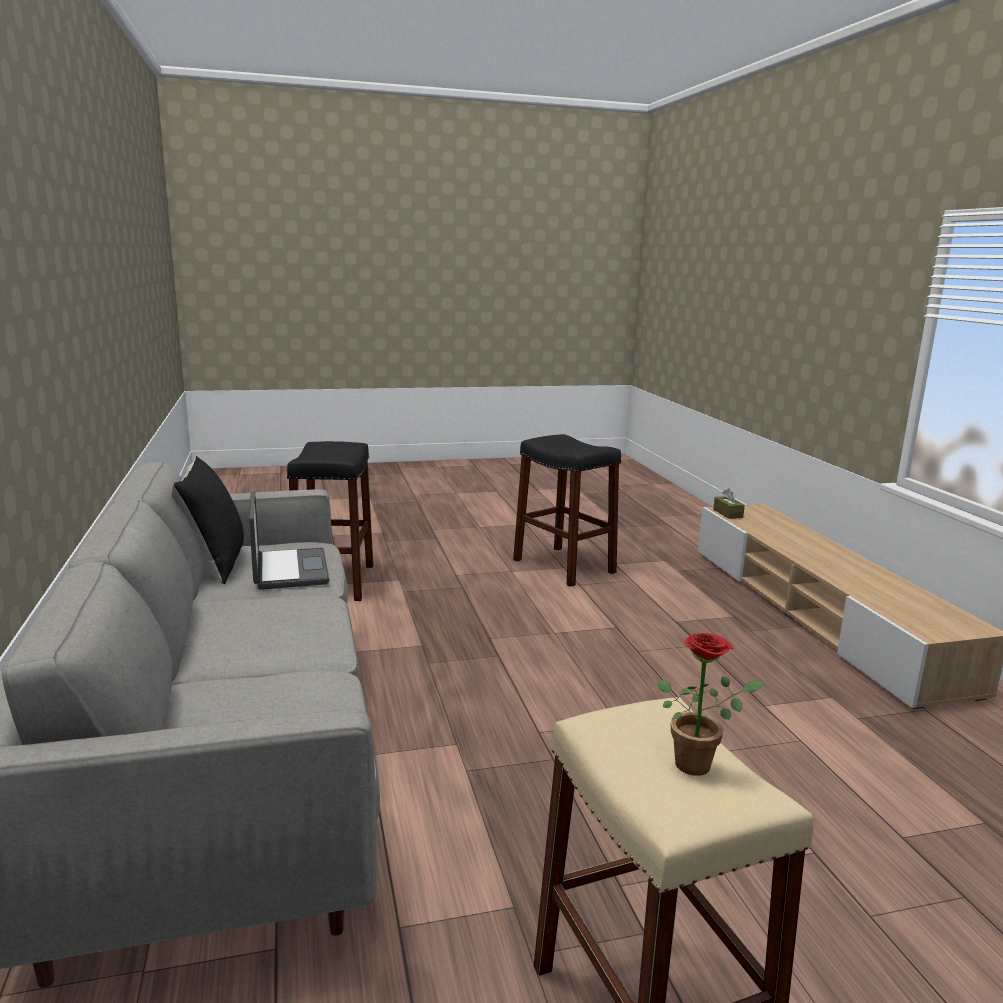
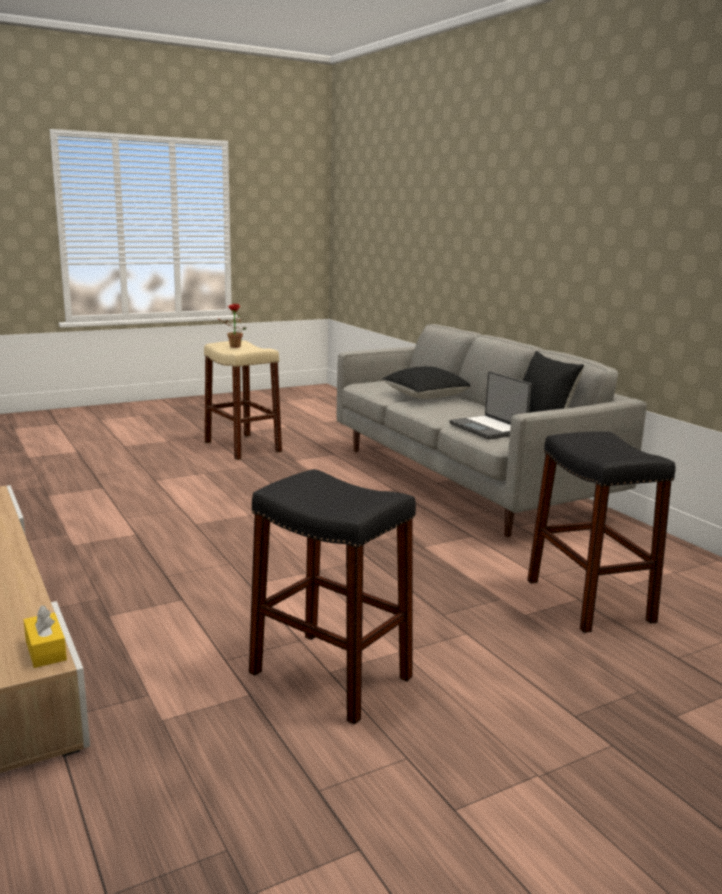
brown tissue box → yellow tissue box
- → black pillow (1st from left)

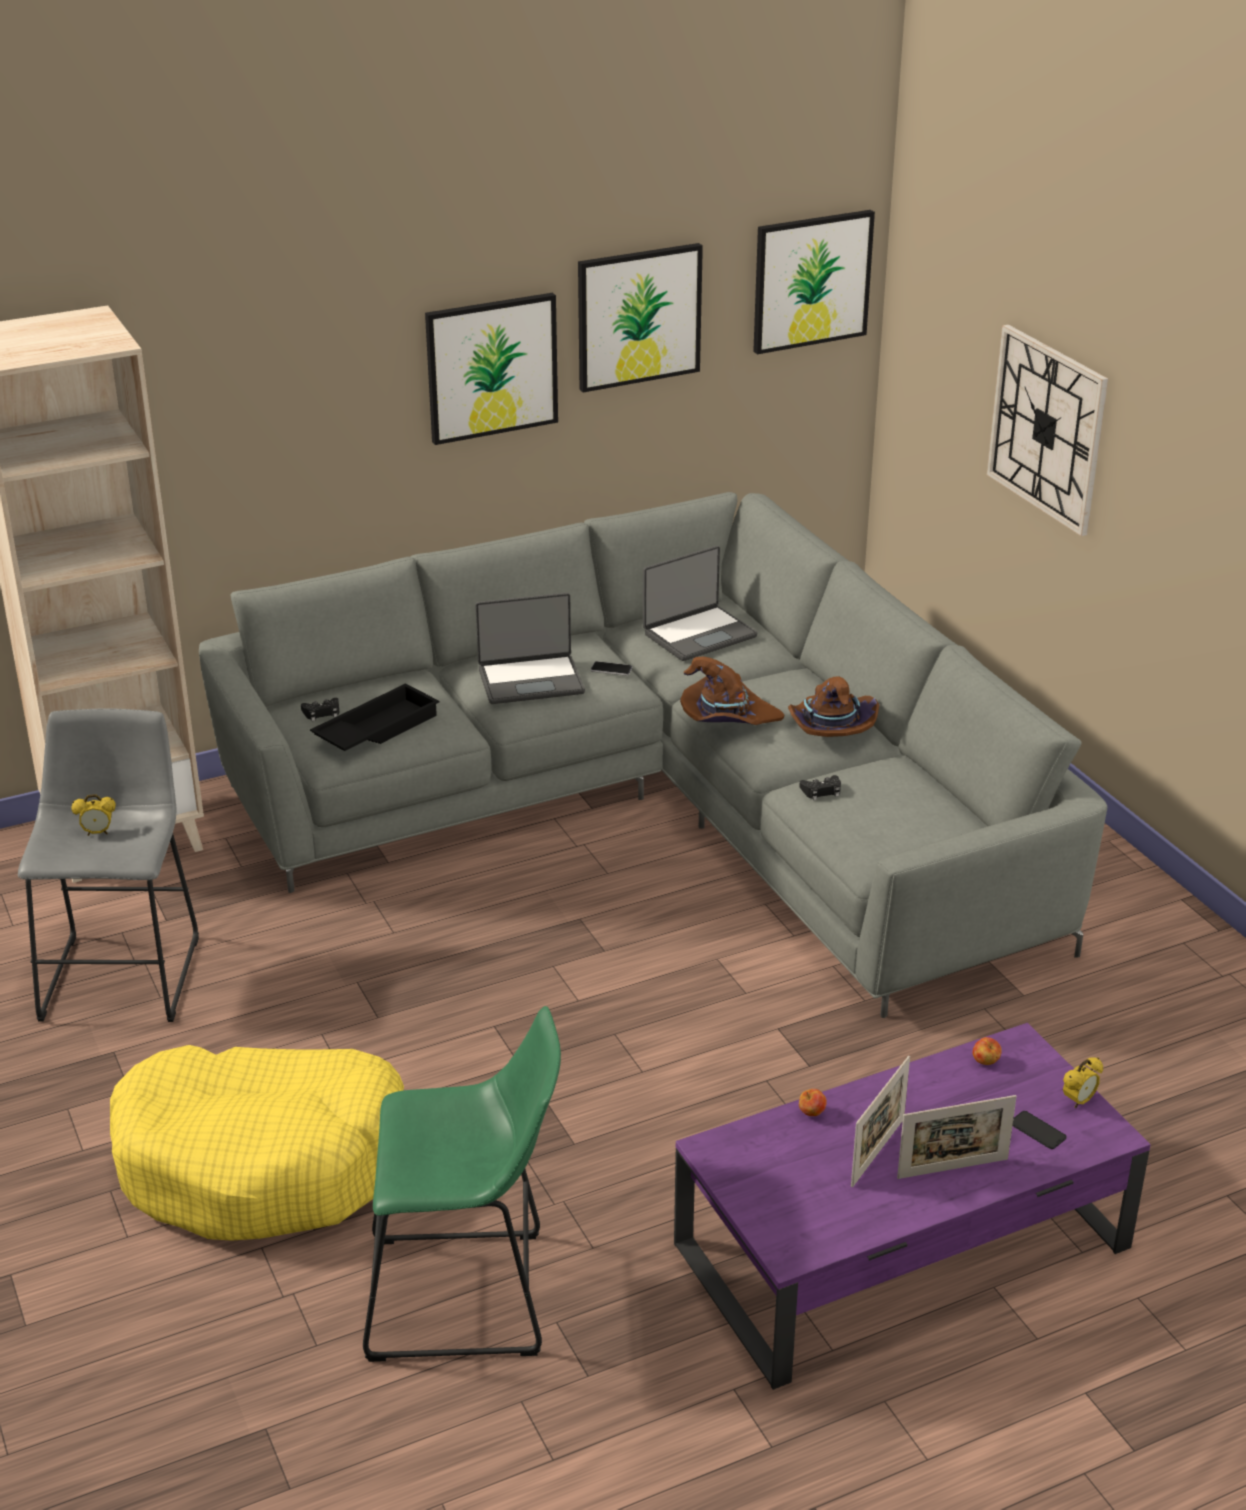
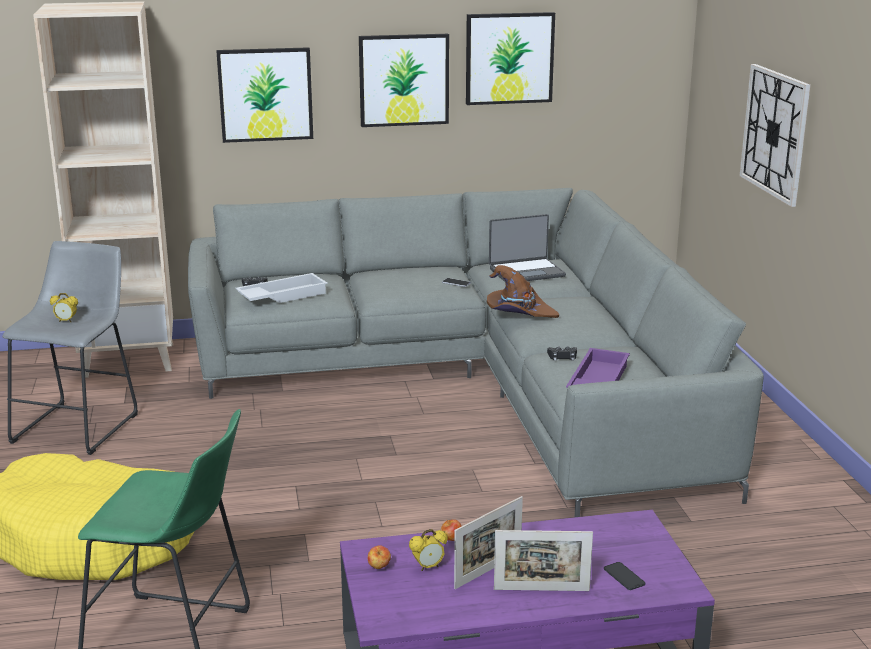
black tray → white tray
laptop (1st from left) → -
picture (3rd from left in the first image) → picture (1st from left), move
brown hat (2nd from left) → -
apple (2nd from left in the first image) → apple (1st from left), move
alarm clock (2nd from left), move
- → purple tray

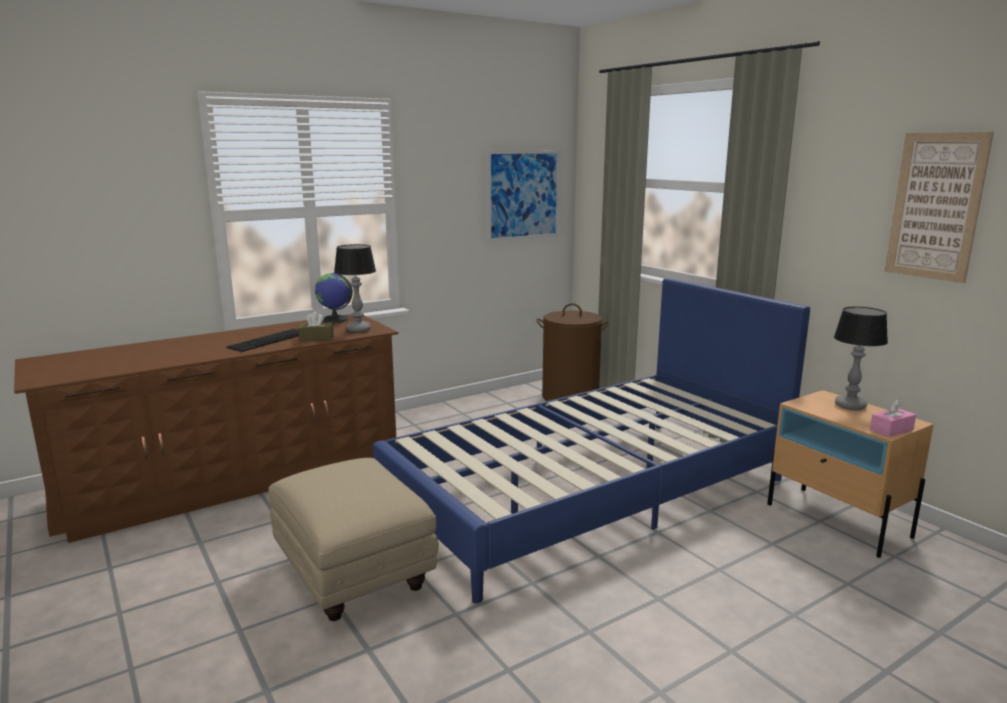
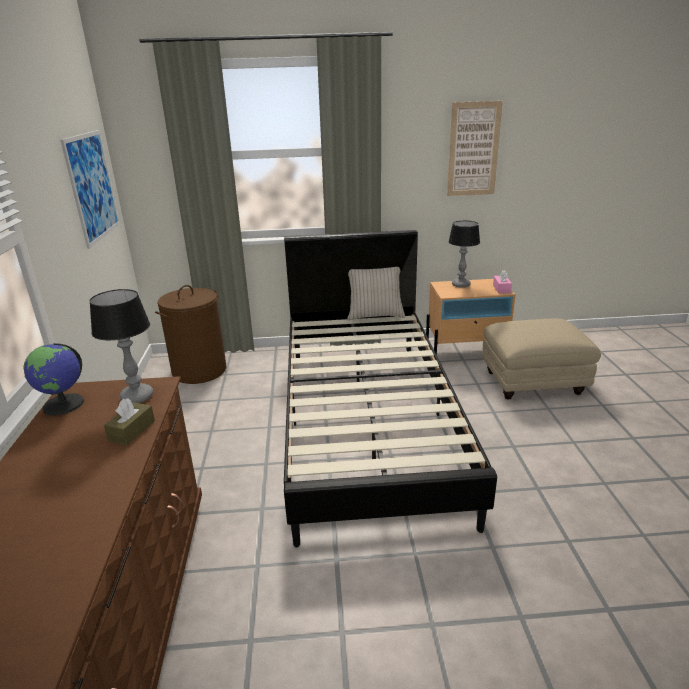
keyboard → -
beige ottoman, move
blue bed → black bed
- → beige pillow

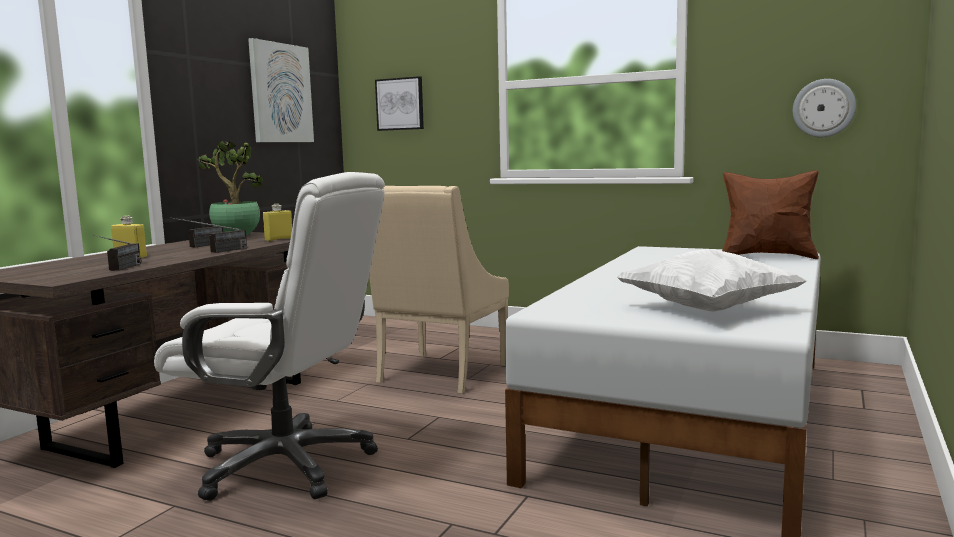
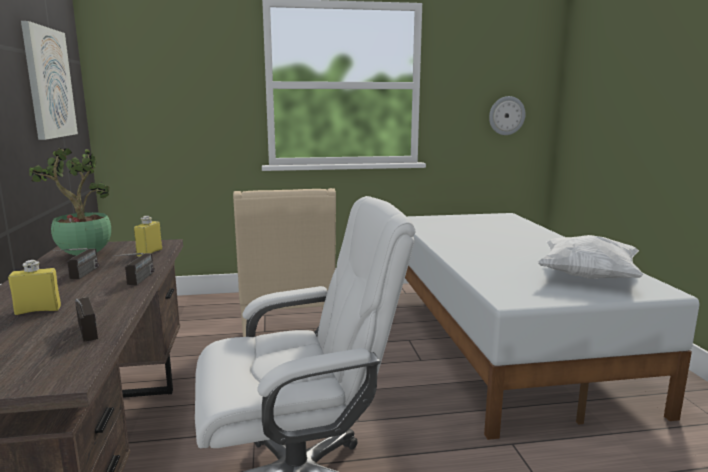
picture (2nd from left) → -
brown pillow → -

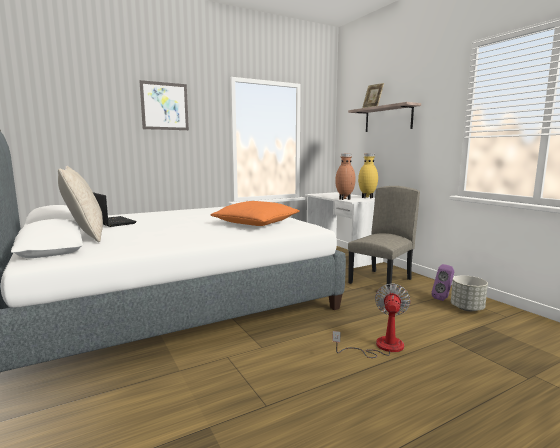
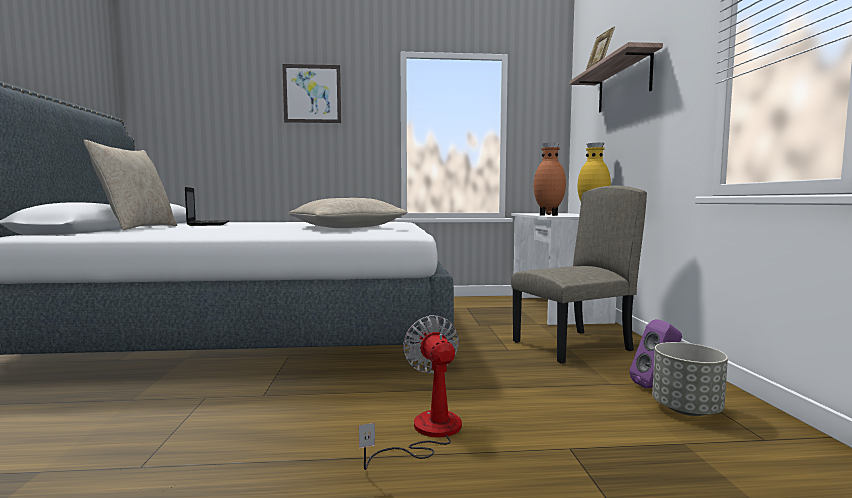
orange pillow → beige pillow (2nd from left)
fan, 60 degrees counterclockwise

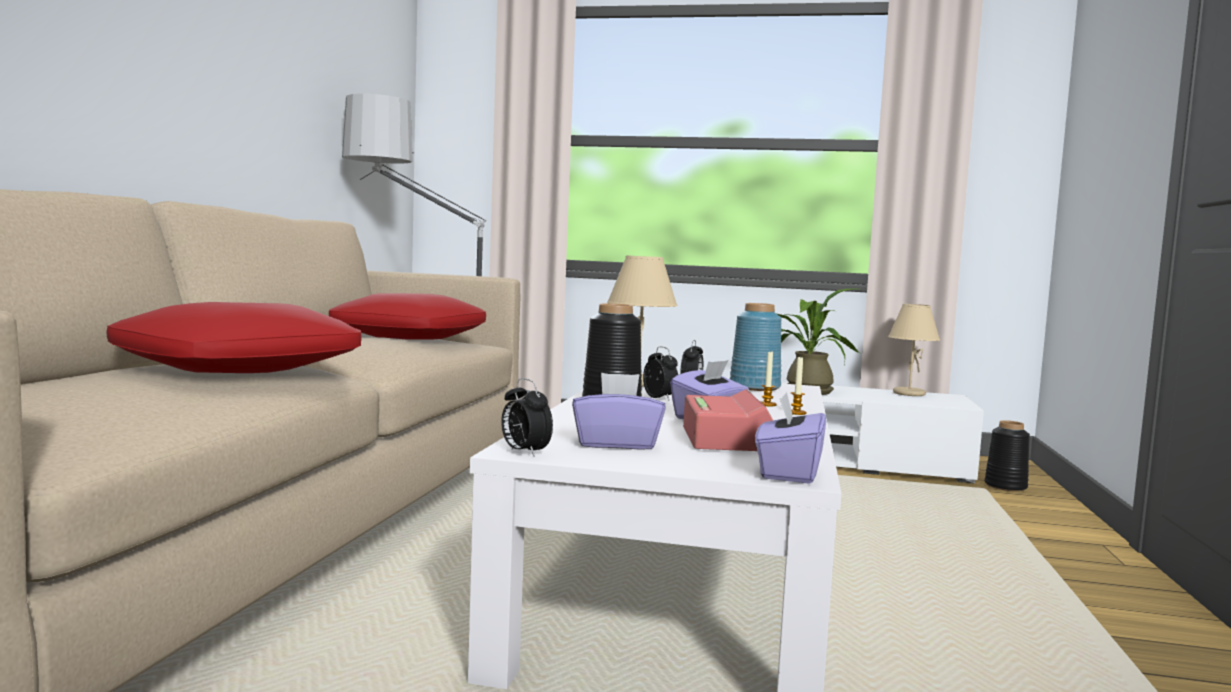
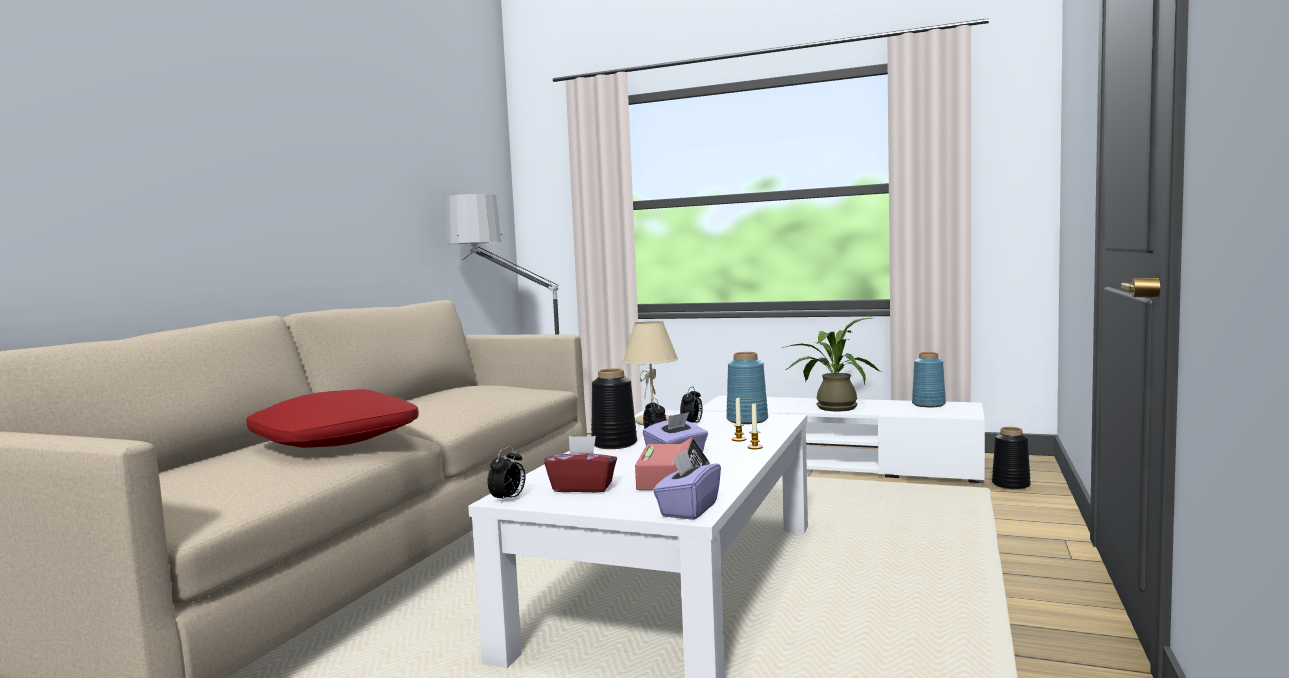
red pillow (2nd from left) → -
alarm clock (1st from left), 120 degrees counterclockwise
purple tissue box (1st from left) → red tissue box
beige table lamp (2nd from left) → blue vase (2nd from left)

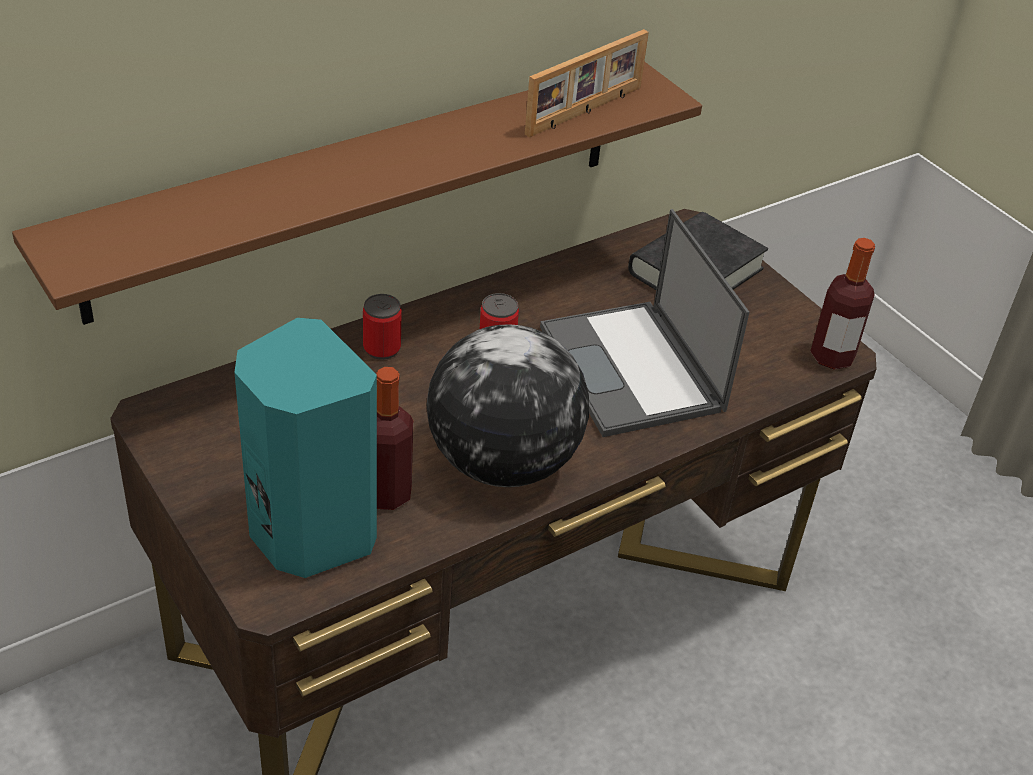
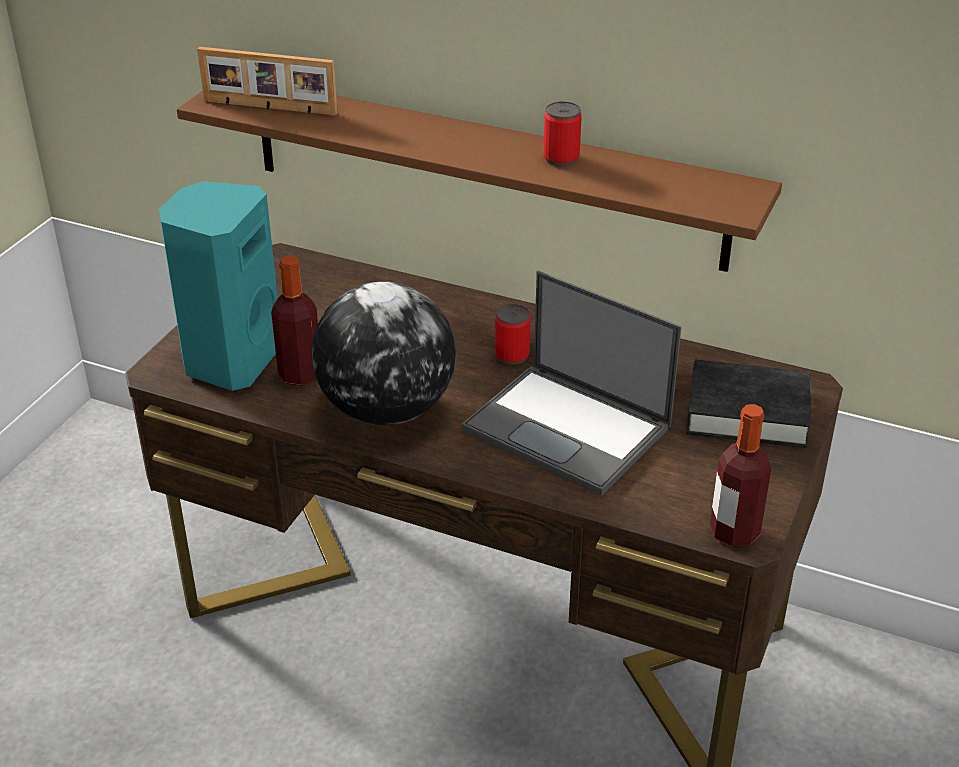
can (1st from left in the first image) → can (2nd from left), move
picture frame, move
laptop, 90 degrees counterclockwise

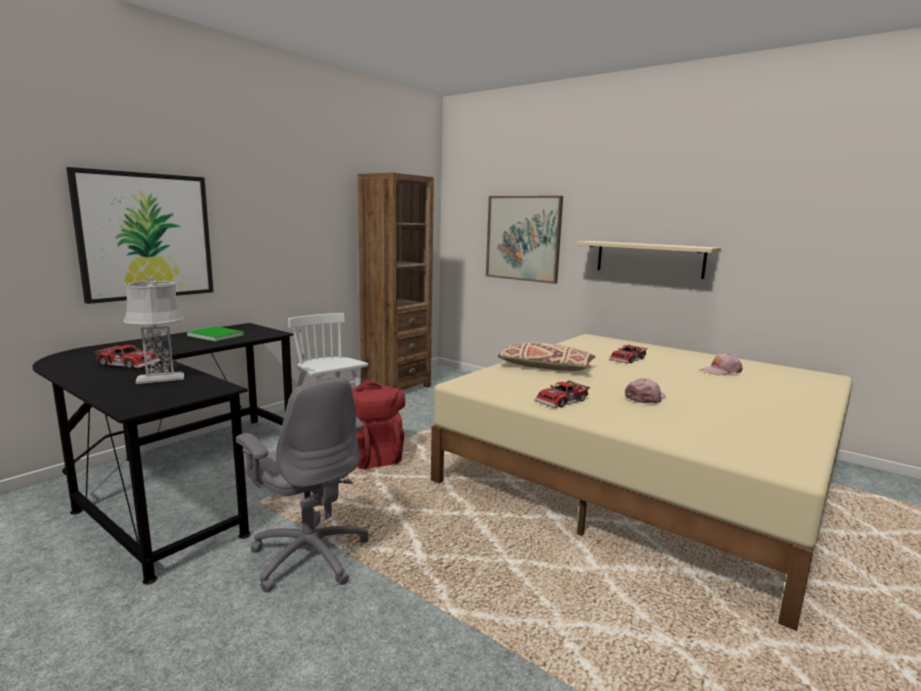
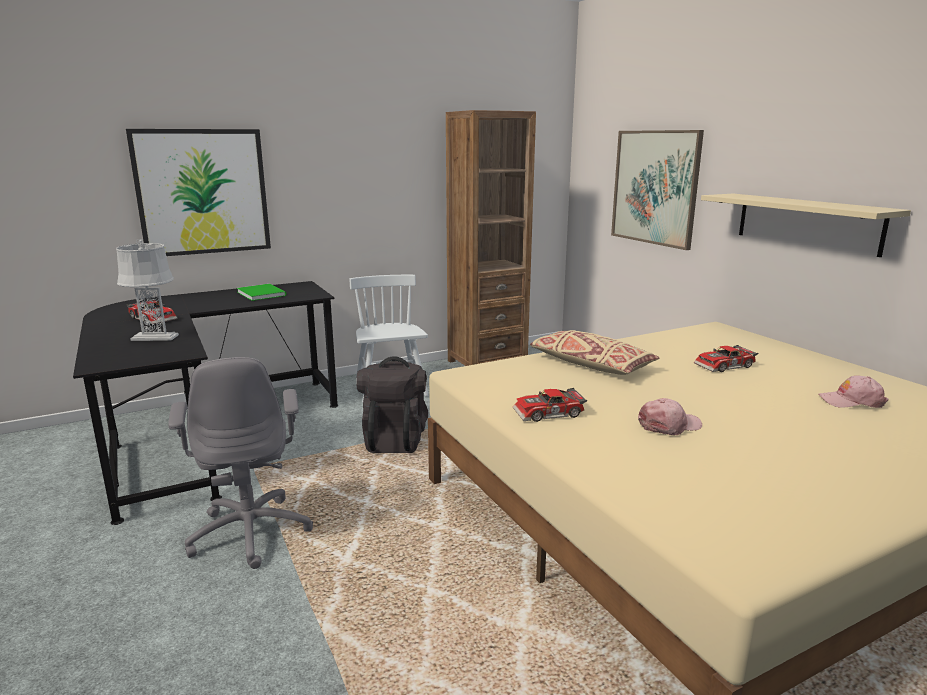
red backpack → black backpack

